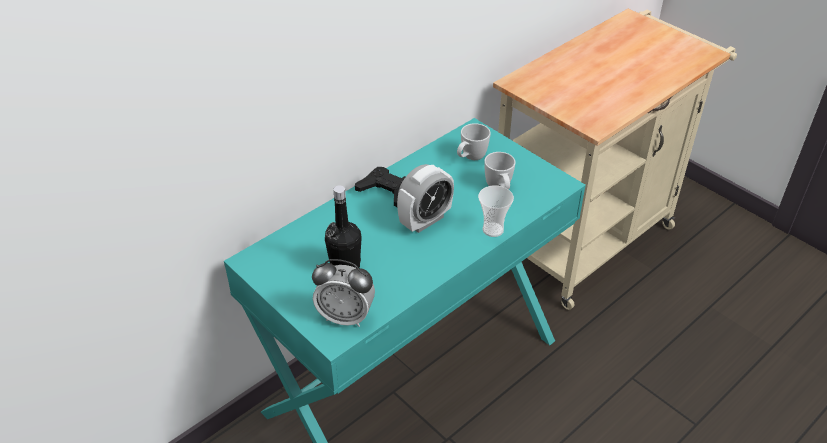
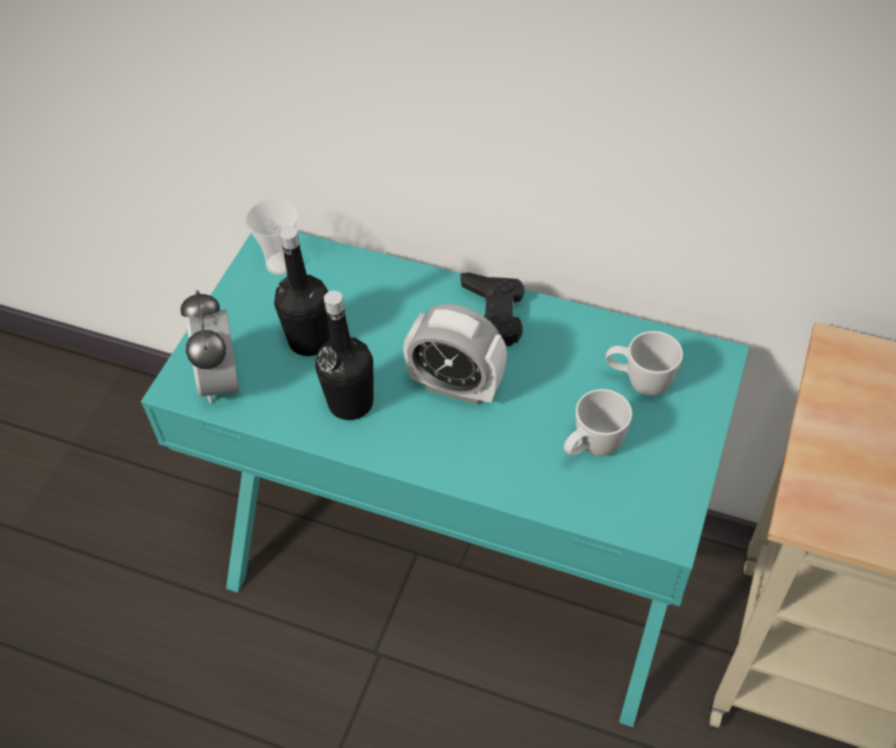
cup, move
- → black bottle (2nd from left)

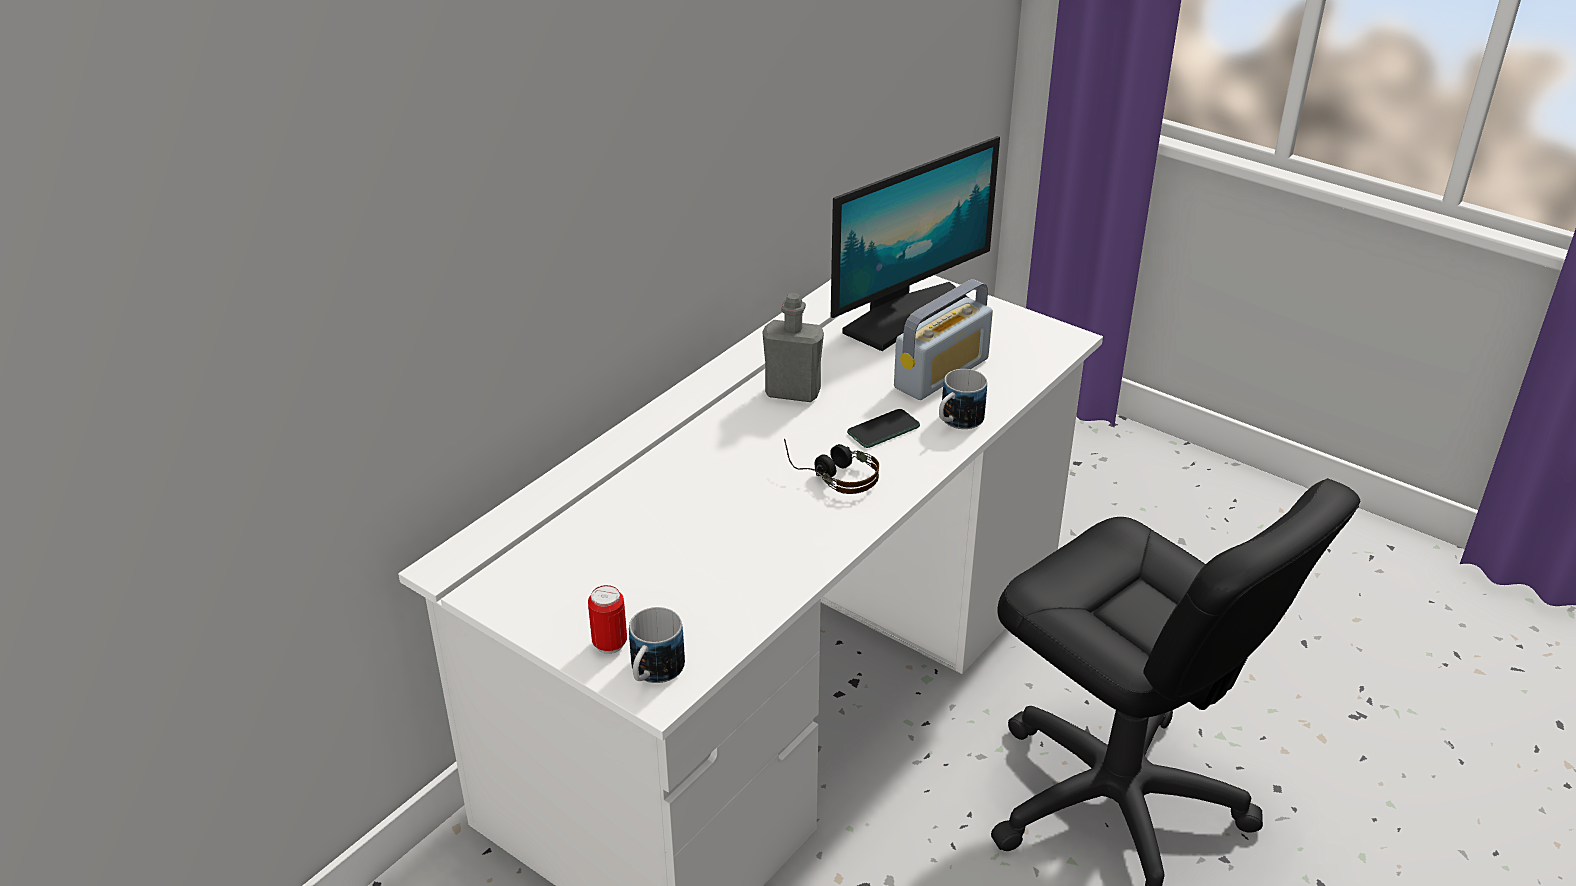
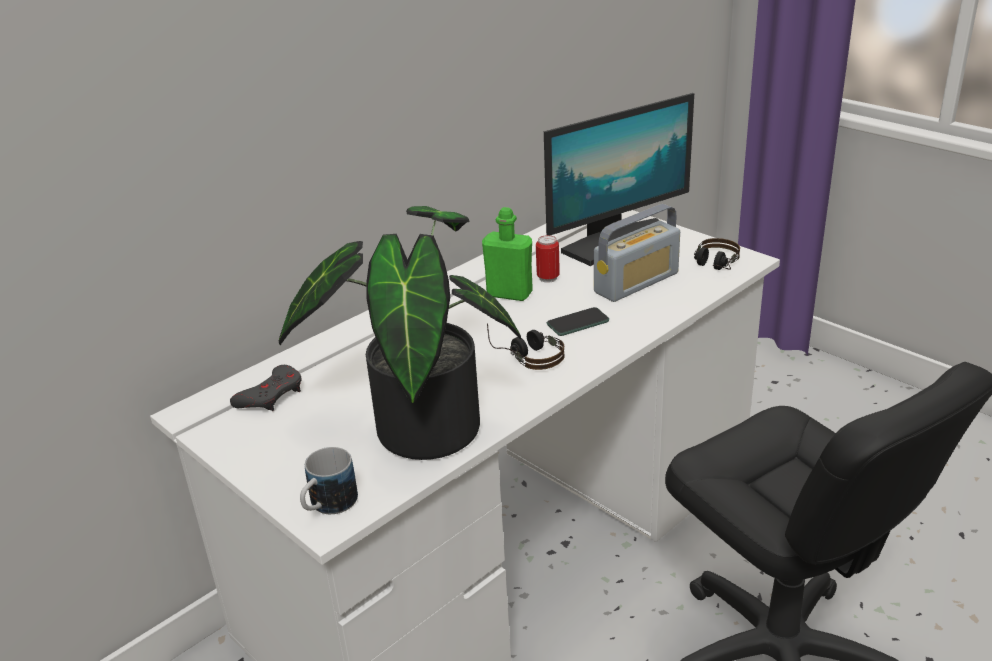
can, move
grey bottle → green bottle
mug (2nd from left) → -
- → grey game controller
- → potted plant
- → headphones (2nd from left)

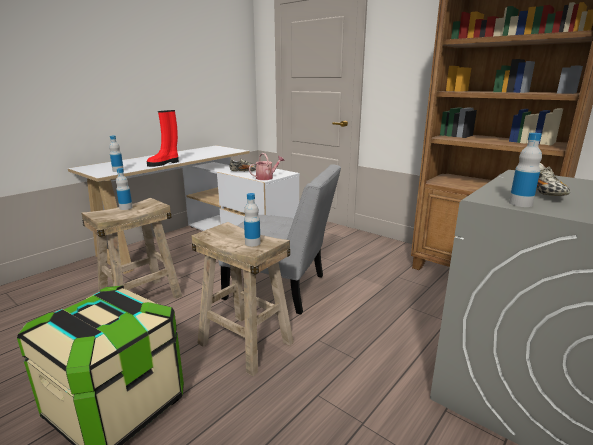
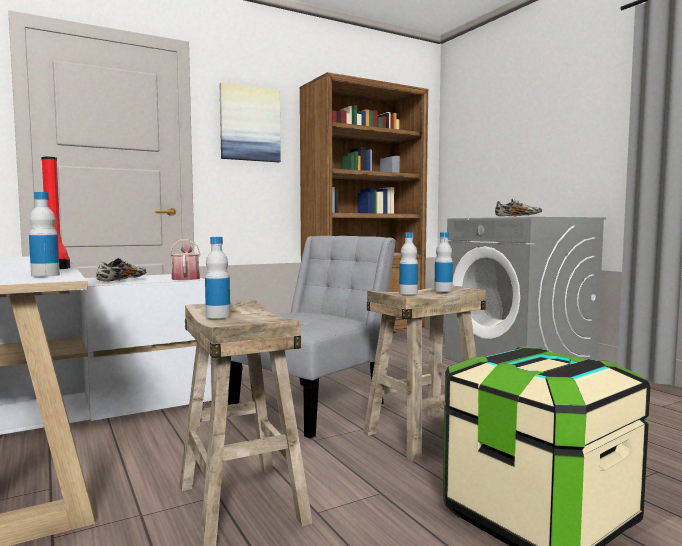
bottle (4th from left in the first image) → bottle (3rd from left), move
- → picture

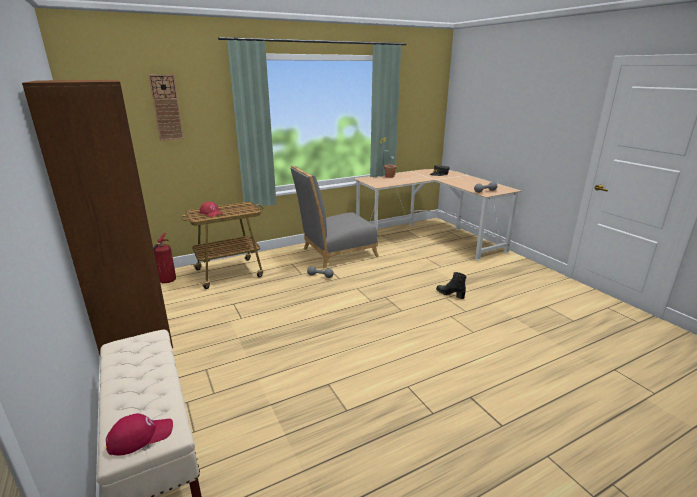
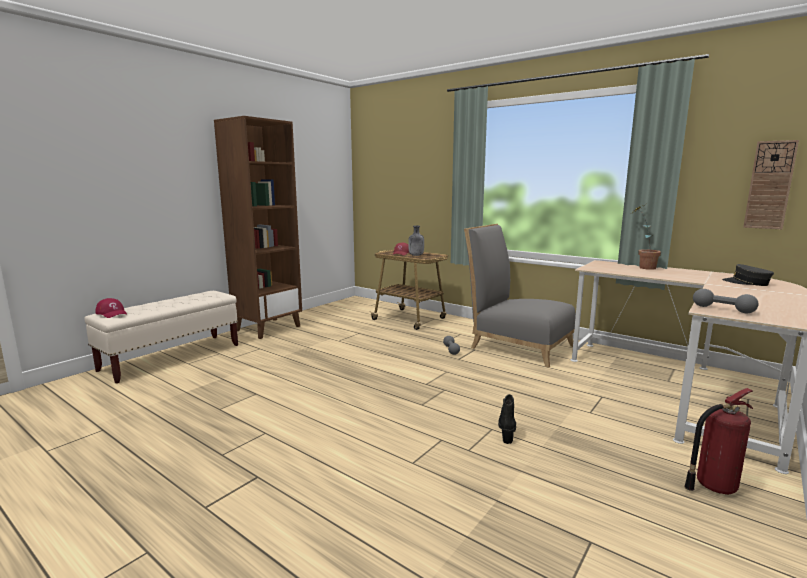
wall clock, move
fire extinguisher, move
- → grey bottle

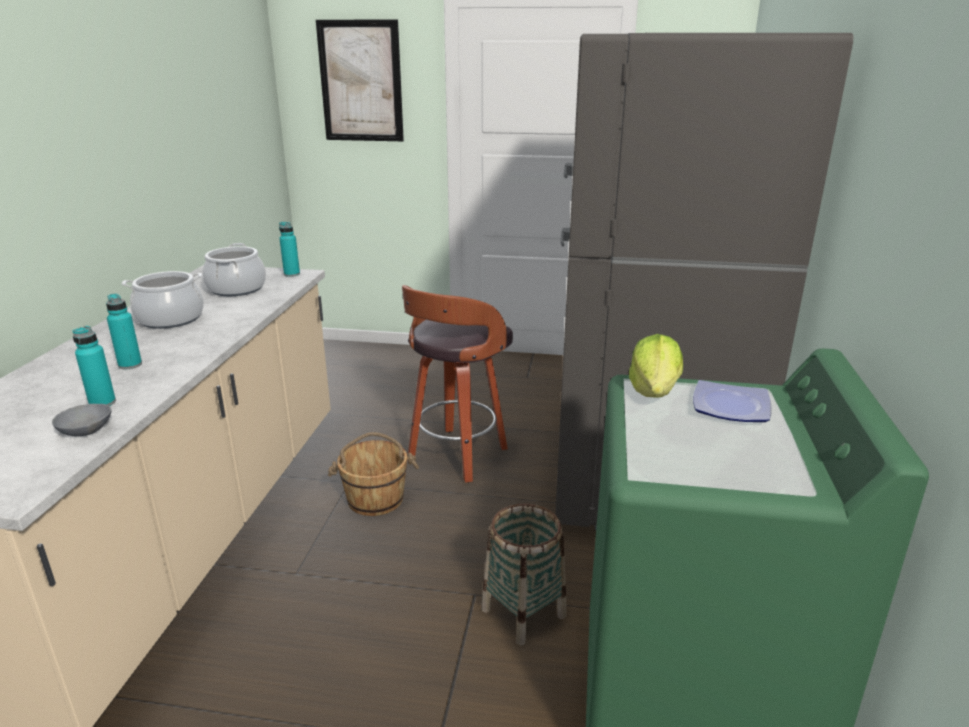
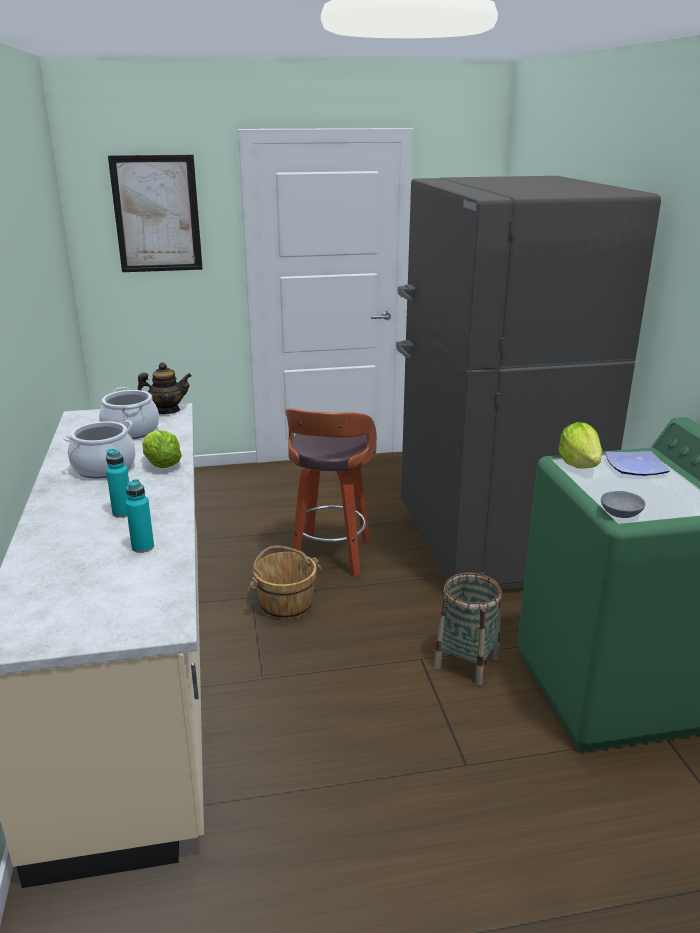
grey bowl, move
turquoise bottle (3rd from left) → teapot
- → lettuce (1st from left)

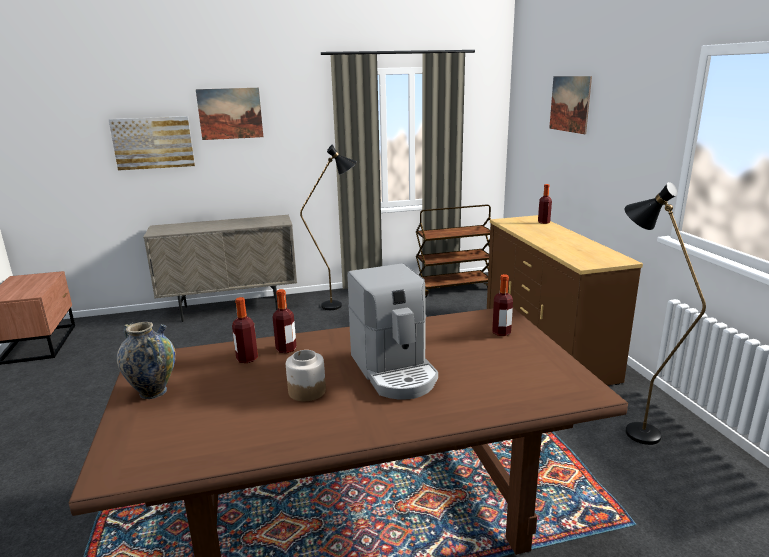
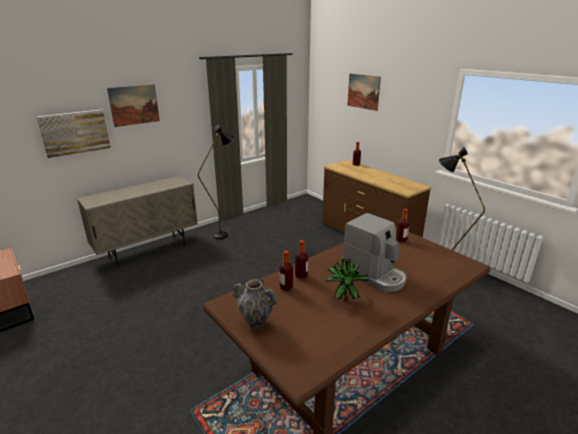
jar → potted plant
brown cart → -

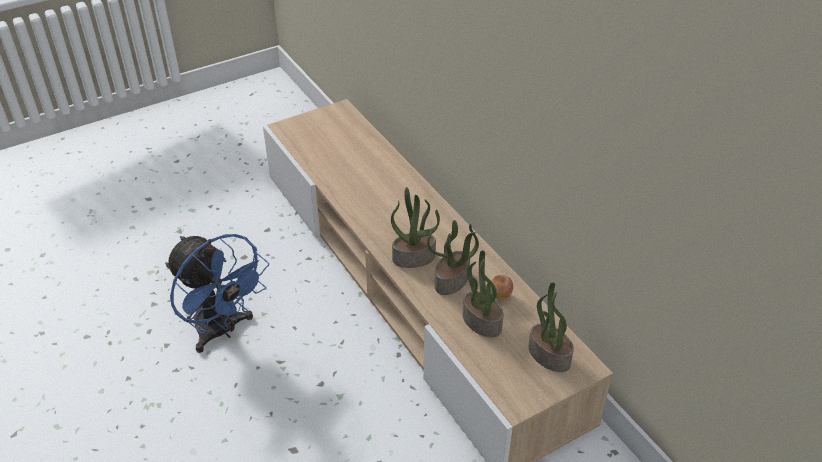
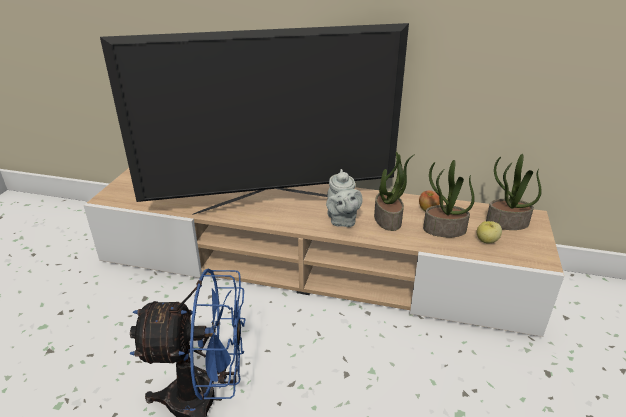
potted plant (1st from left) → grey teapot
- → television
- → apple (2nd from left)

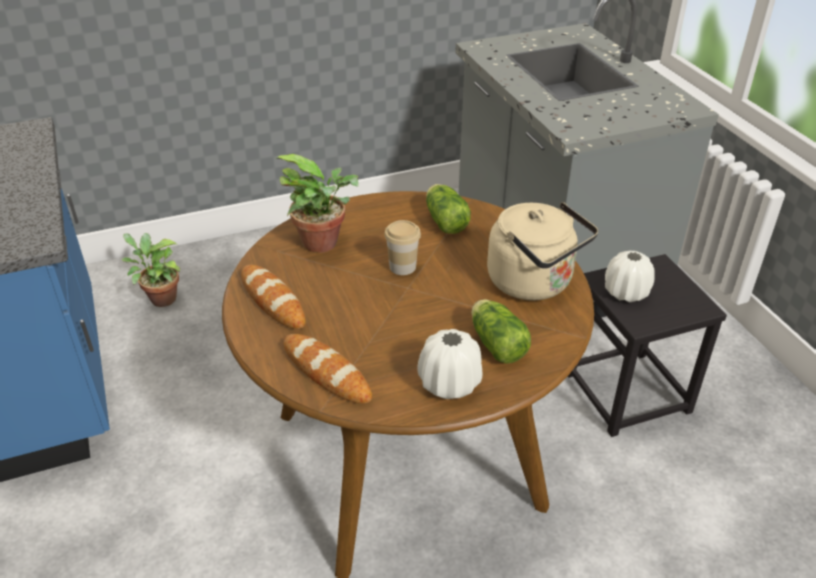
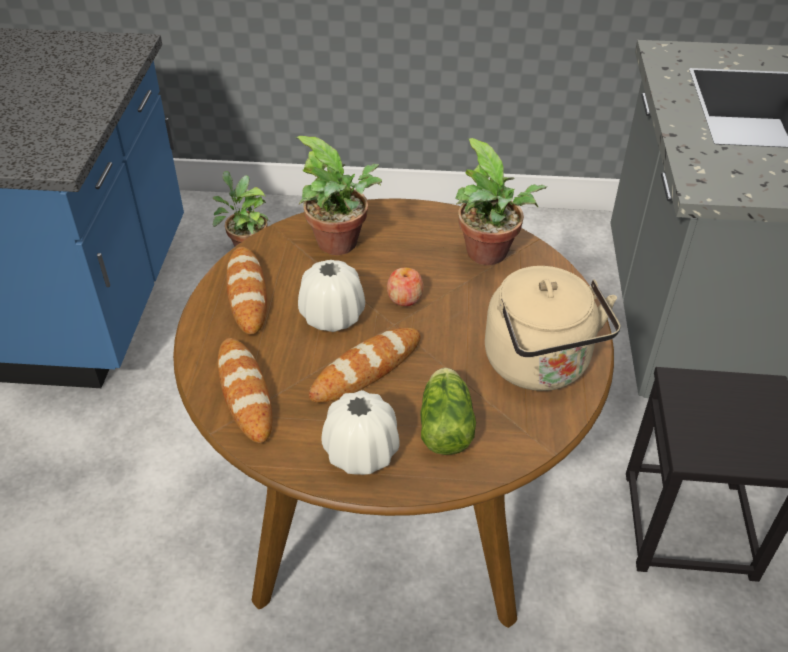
cup → apple
lettuce (1st from left) → potted plant (3rd from left)
white vase (2nd from left in the first image) → white vase (1st from left), move
- → bread (3rd from left)

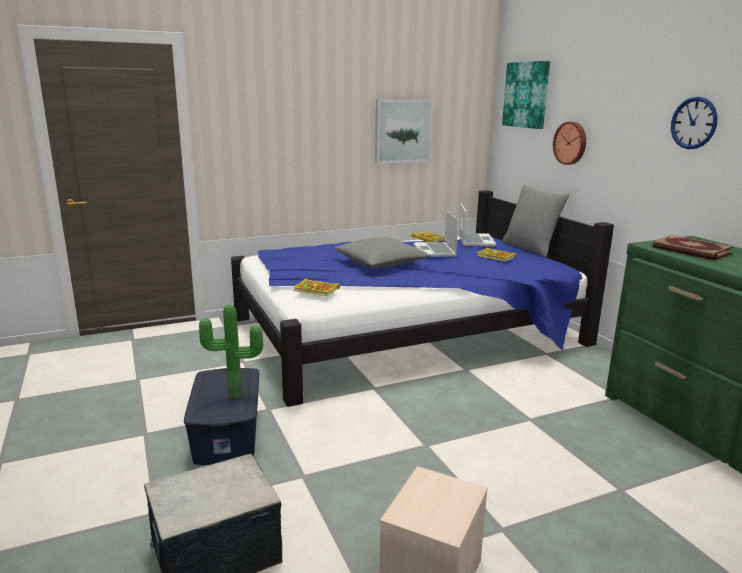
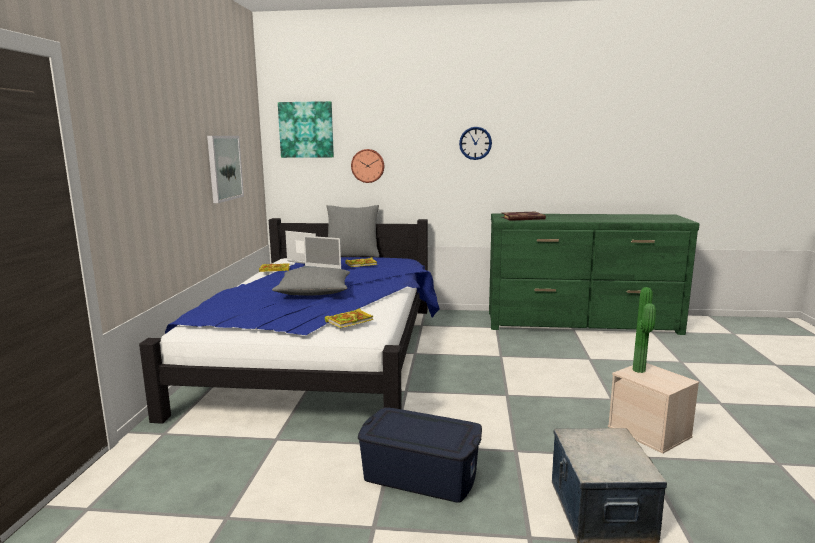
potted plant, move

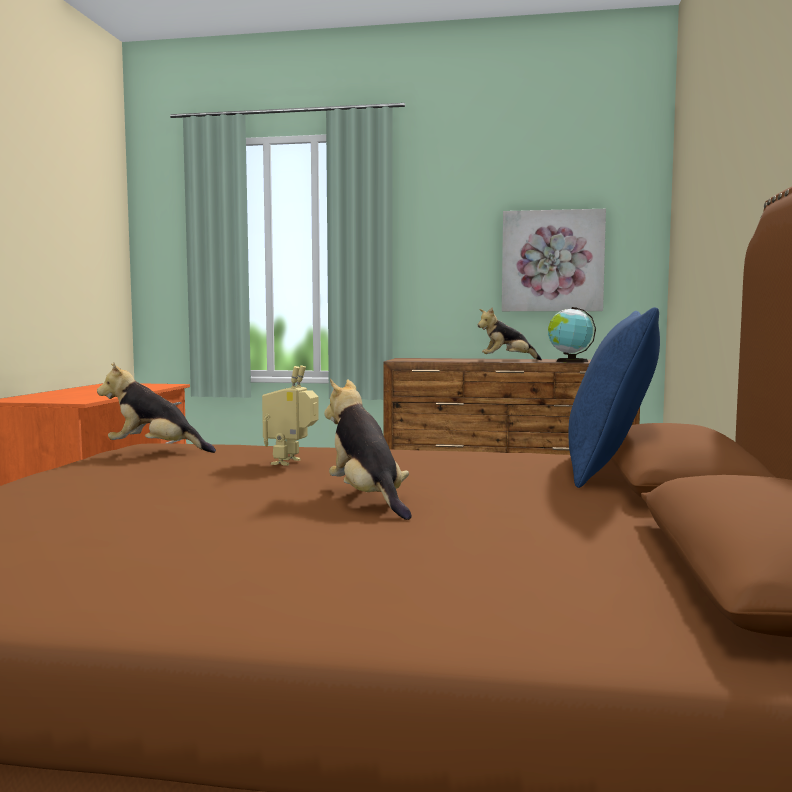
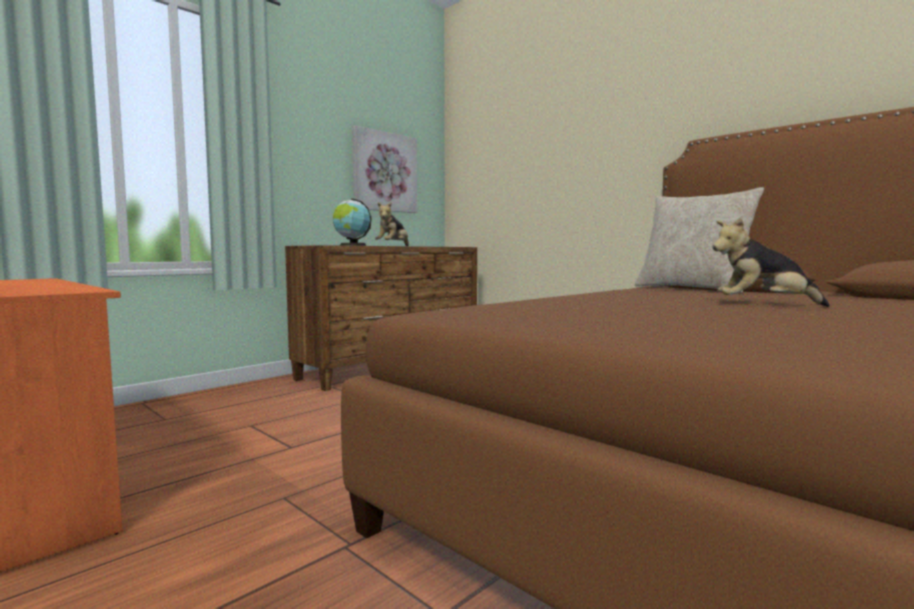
plush toy (1st from left) → -
toy robot → -
globe, move
blue pillow → beige pillow

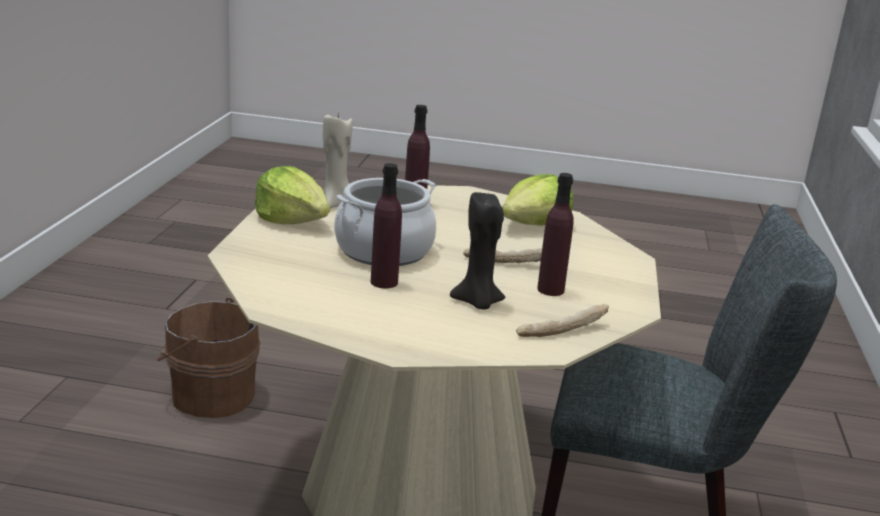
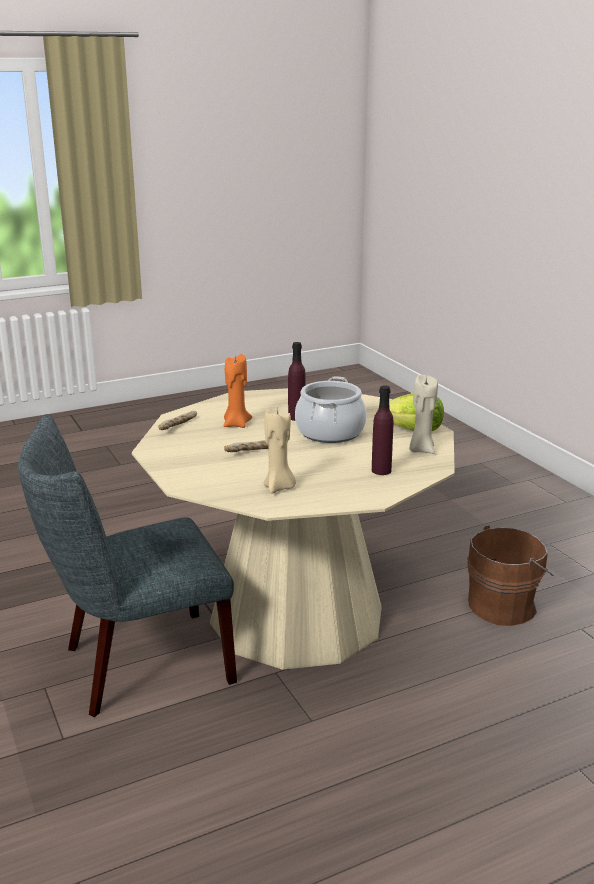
black candle → orange candle
lettuce (2nd from left) → beige candle (1st from left)
purple bottle (3rd from left) → -

